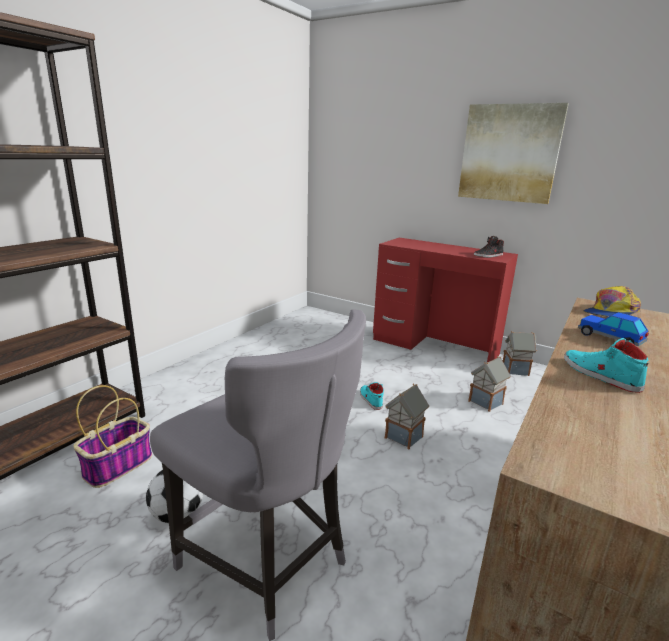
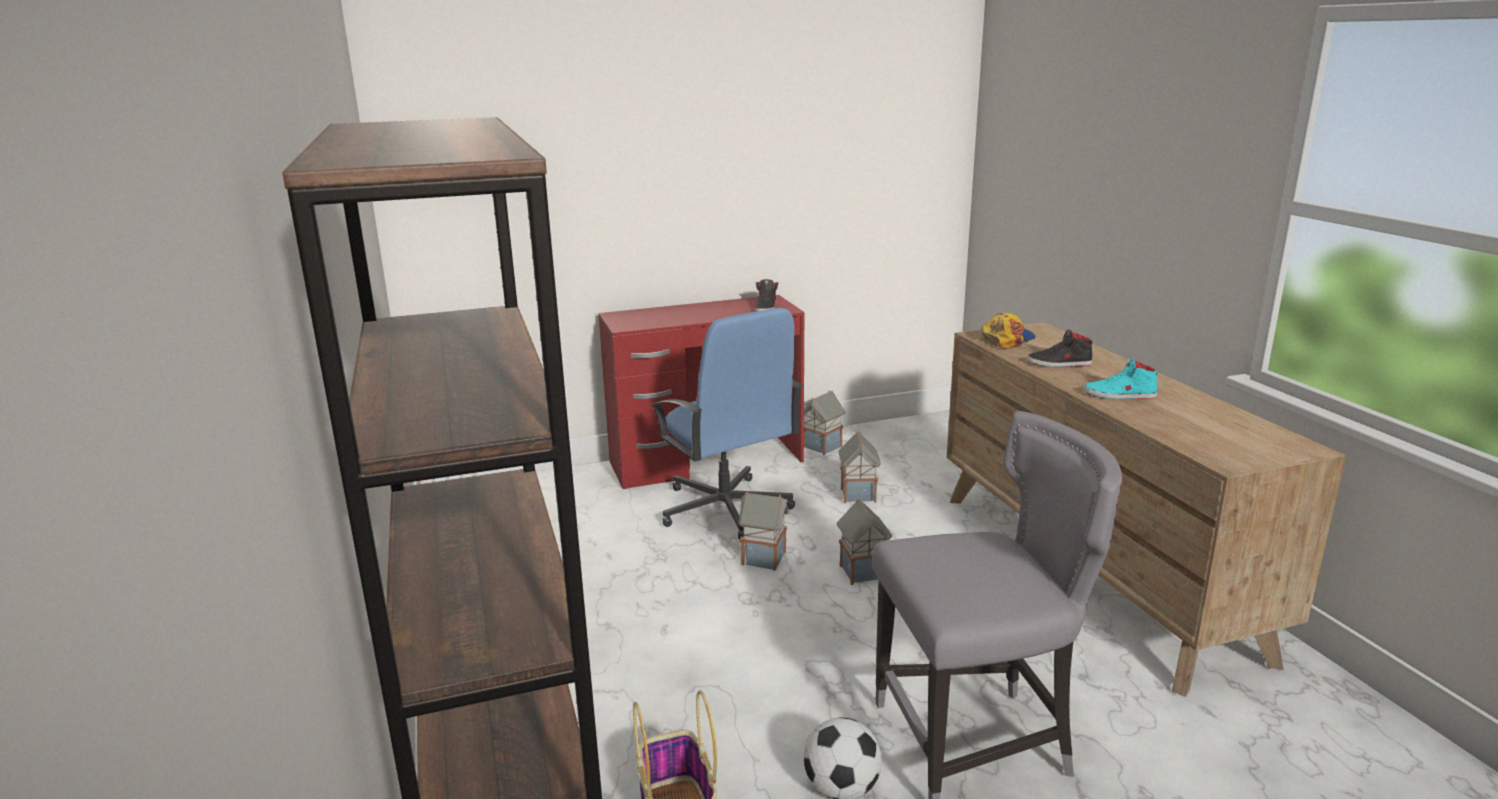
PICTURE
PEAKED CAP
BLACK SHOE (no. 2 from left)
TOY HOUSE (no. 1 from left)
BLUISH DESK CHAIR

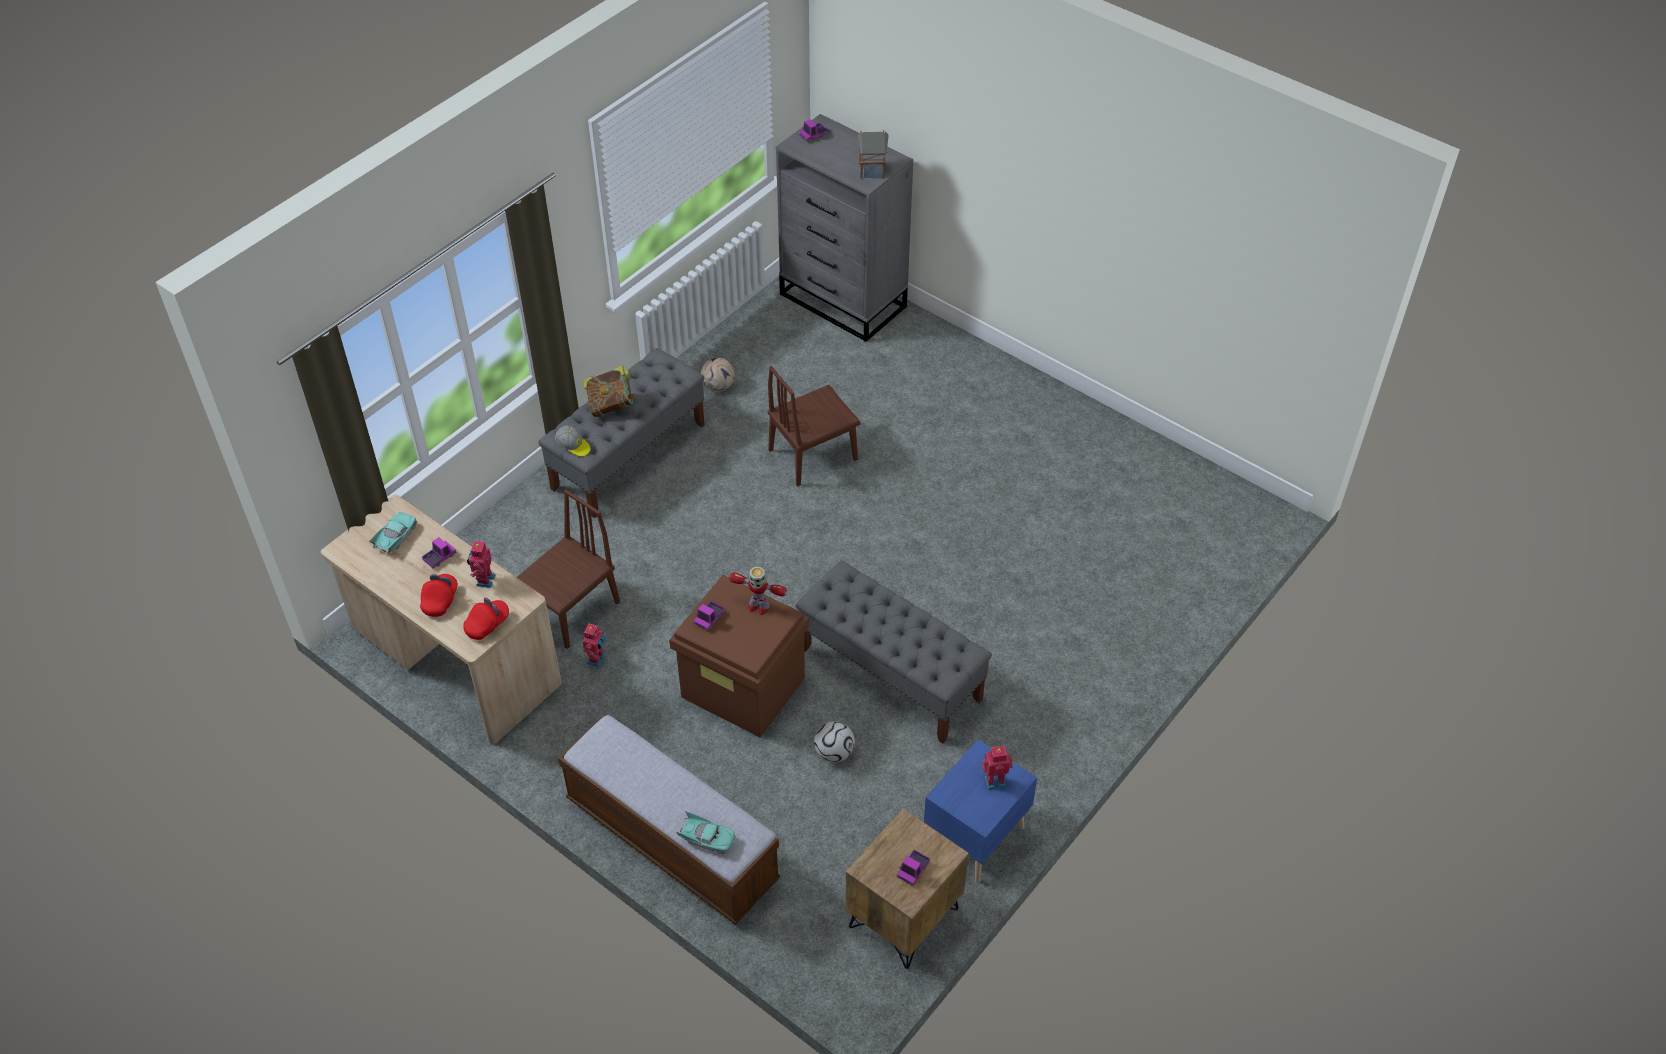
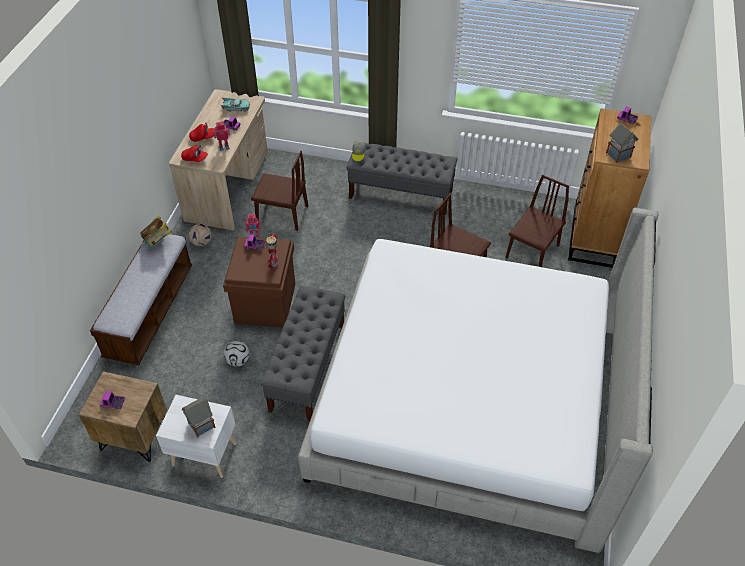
BROWNISH DRAWER CHEST
BALL FOR FOOTBALL (no. 1 from left)
BOUND BOOK
WHITE-COLOURED NIGHT TABLE
TOY HOUSE (no. 1 from left)
TURQUOISE-COLOURED MINIATURE CAR (no. 2 from left in the first image)
BROWNISH CHAIR (no. 3 from left)
BEDROOM BED

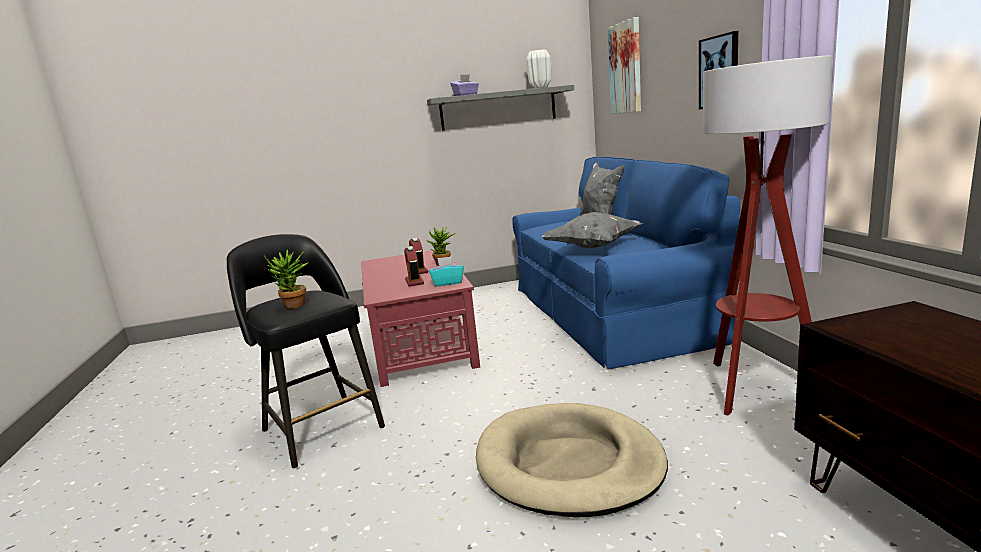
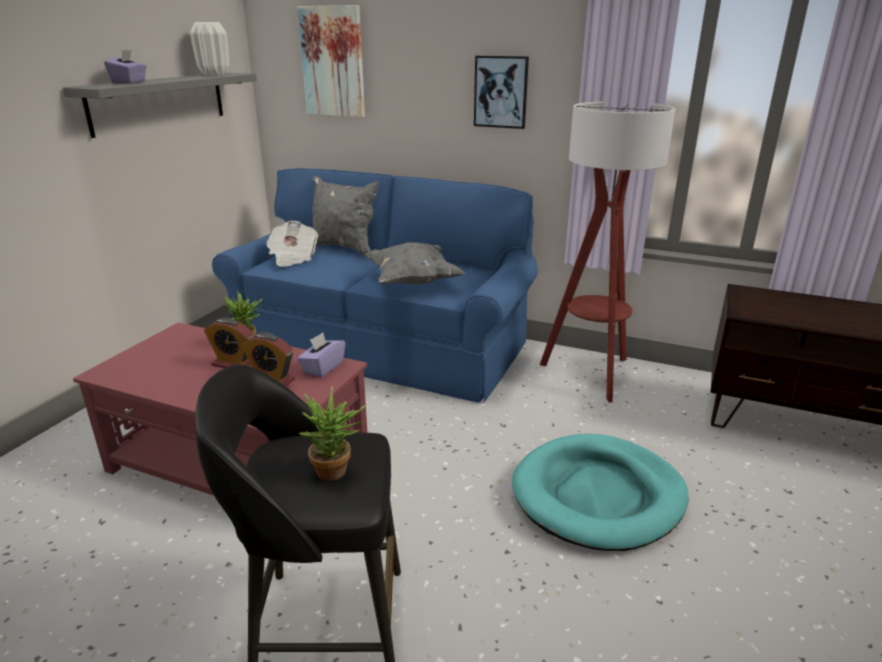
PURPLE BOX OF TISSUES (no. 2 from left)
TURQUOISE-COLOURED PET BED
DAILY PAPER

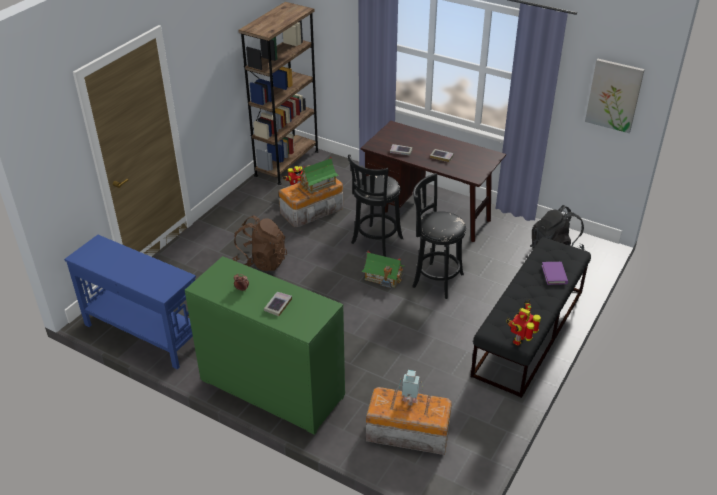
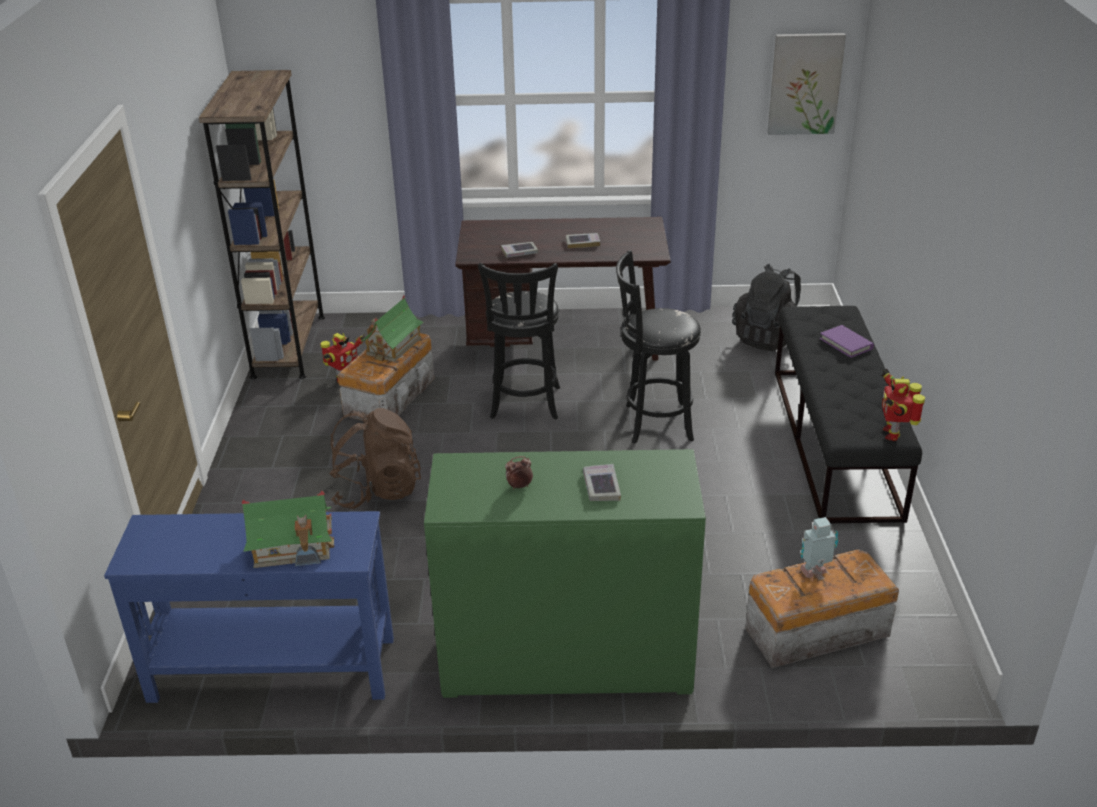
TOY HOUSE (no. 1 from left)

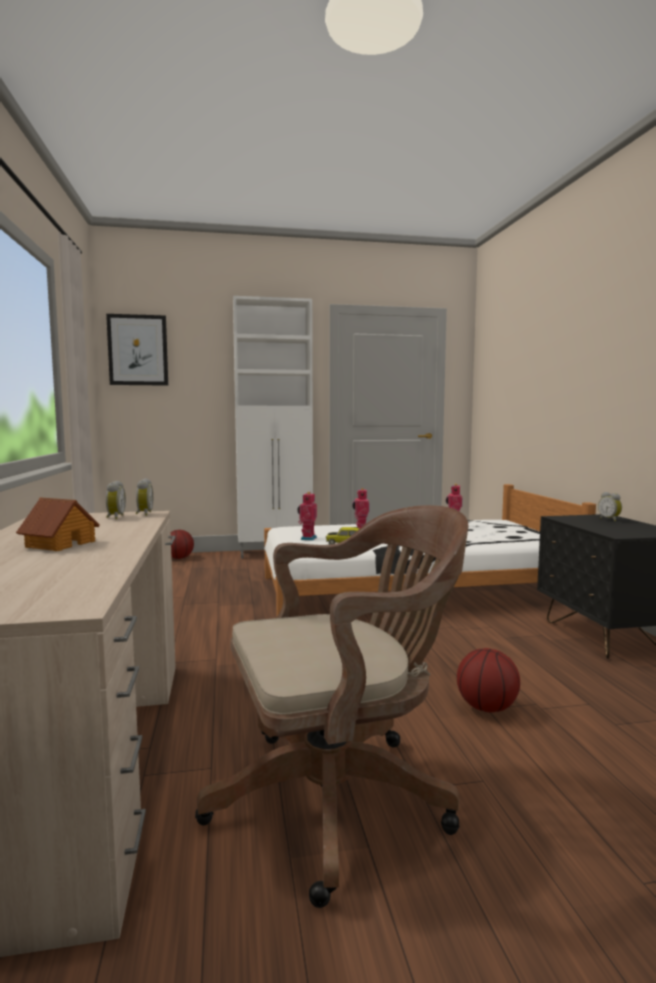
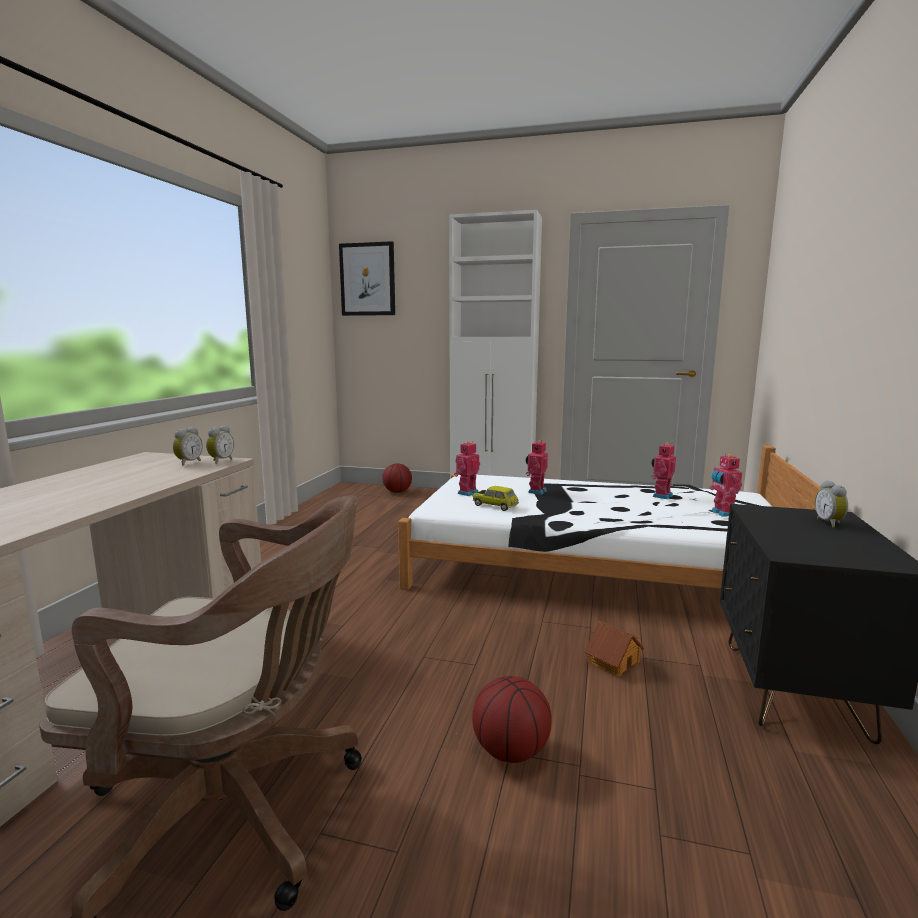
TOY HOUSE
ROBOT FIGURE (no. 4 from left)

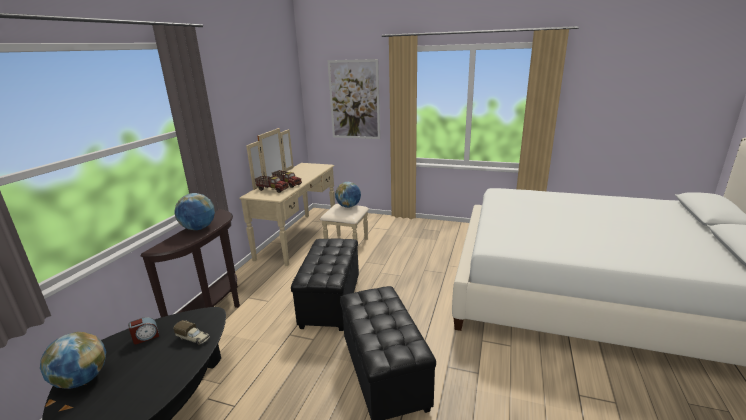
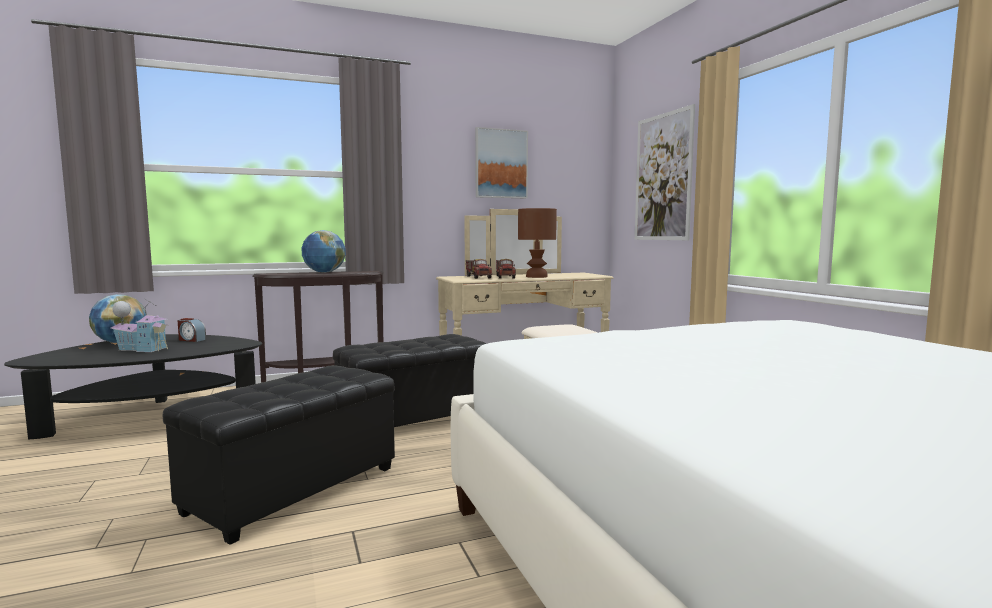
DESK GLOBE (no. 3 from left in the first image)
MODEL TRUCK (no. 1 from left in the first image)
PICTURE (no. 1 from left)
BROWNISH TABLE LAMP
TOY HOUSE

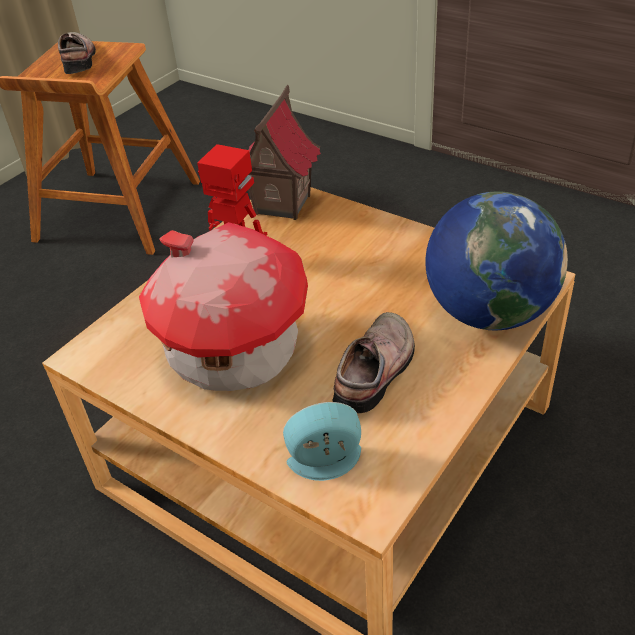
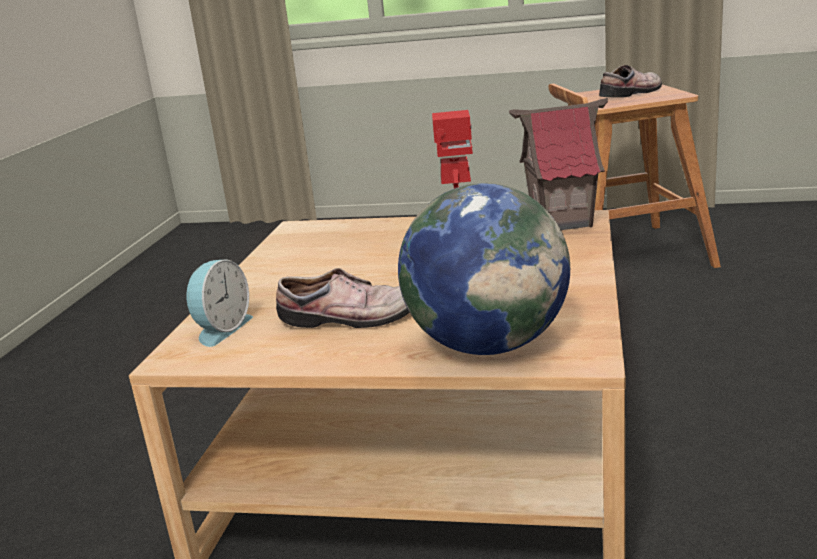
TOY HOUSE (no. 1 from left in the first image)
BEDSIDE CLOCK

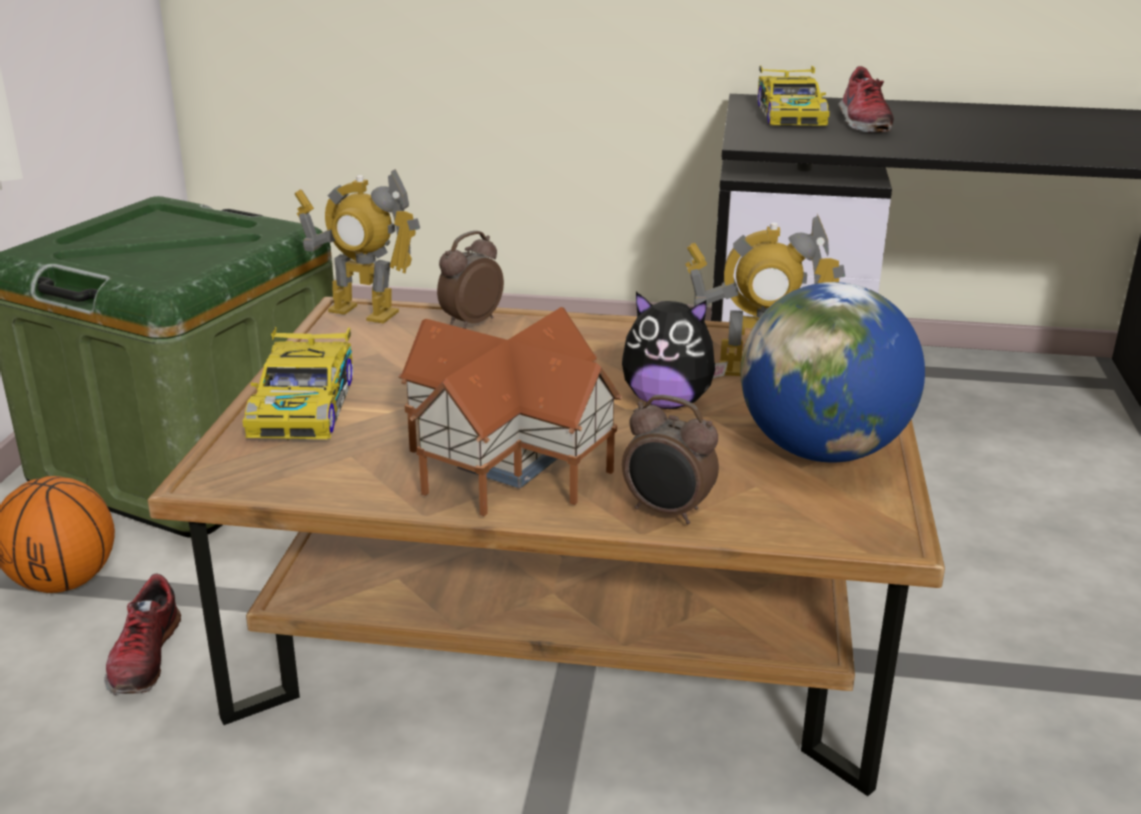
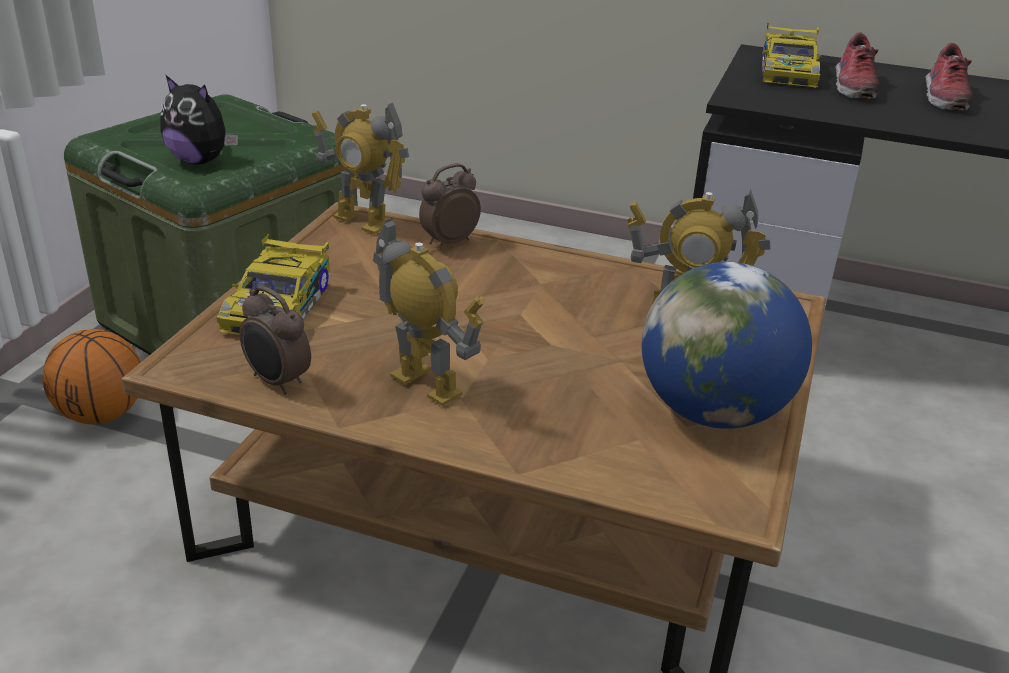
SOFT TOY
ROBOT FIGURE (no. 2 from left)
BEDSIDE CLOCK (no. 1 from left)
SHOE (no. 2 from left)

